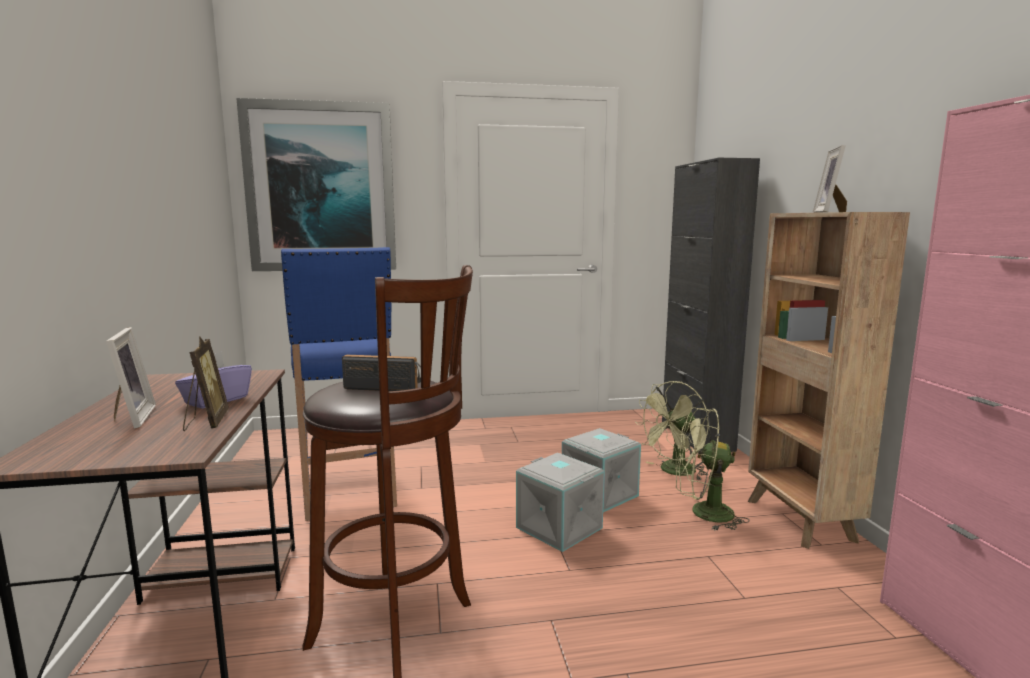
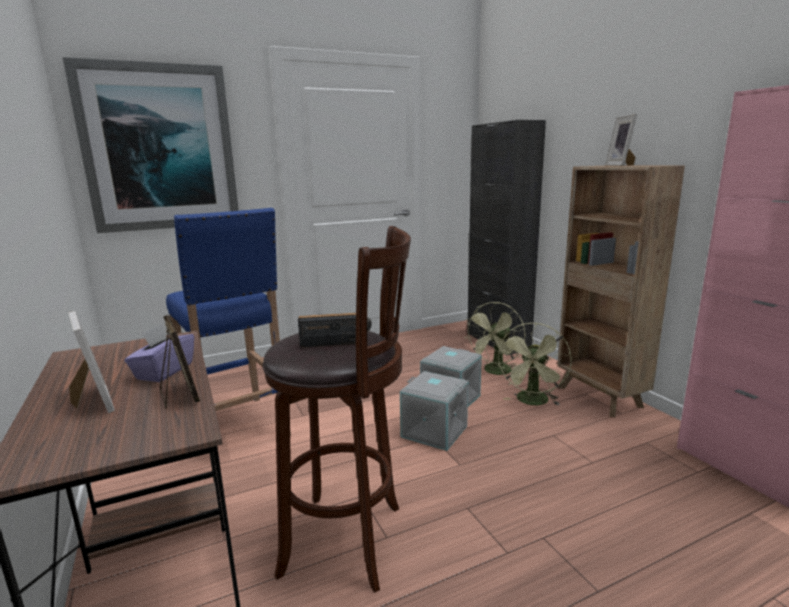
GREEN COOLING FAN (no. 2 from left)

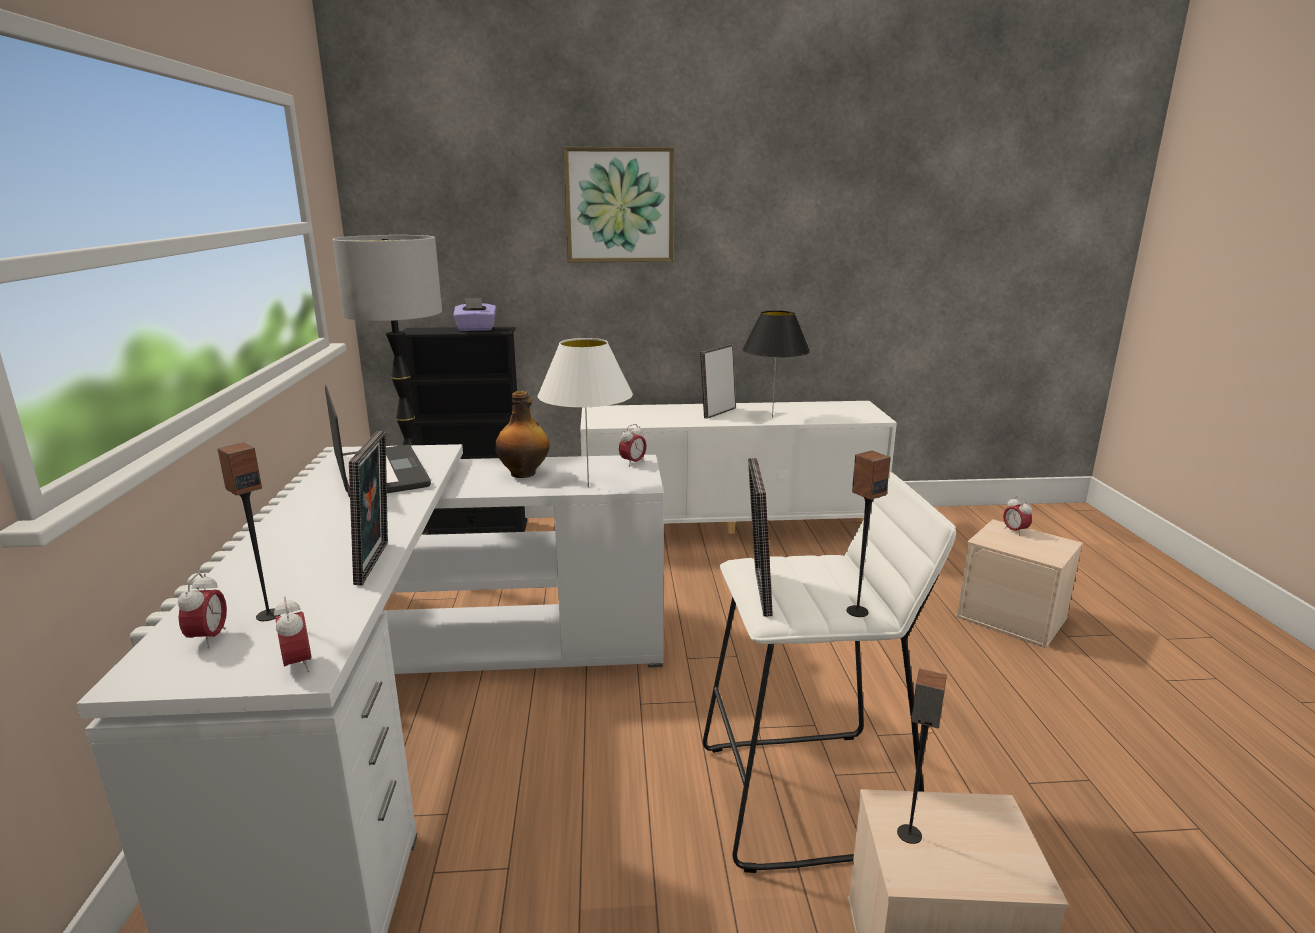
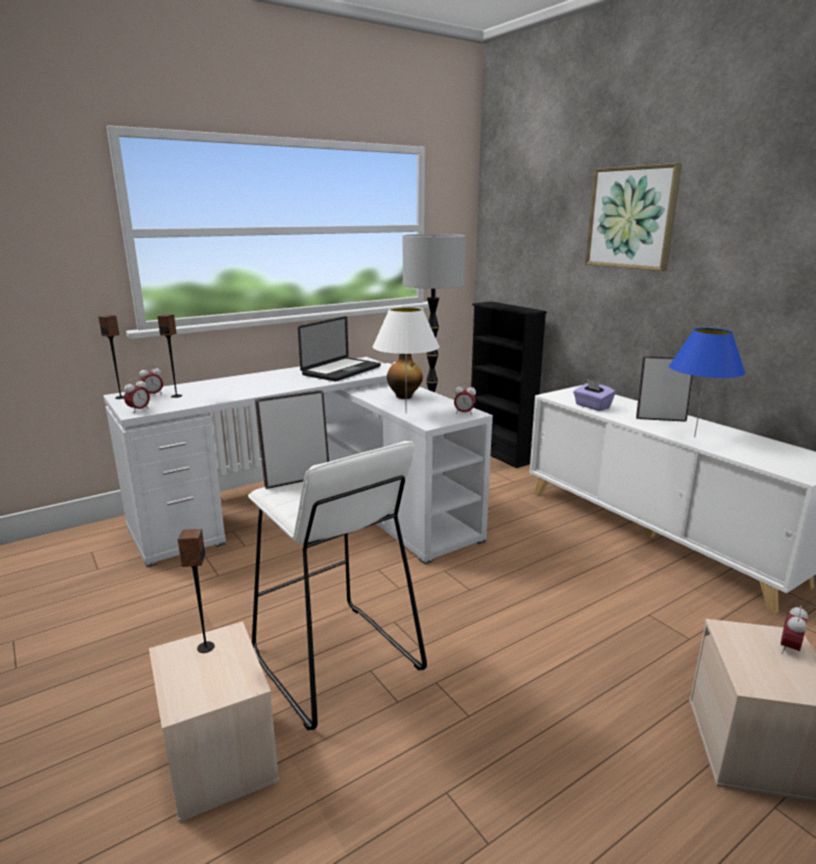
PURPLE BOX OF TISSUES
BLUISH TABLE LAMP
PHOTO FRAME (no. 1 from left in the first image)
LOUDSPEAKER (no. 1 from left)

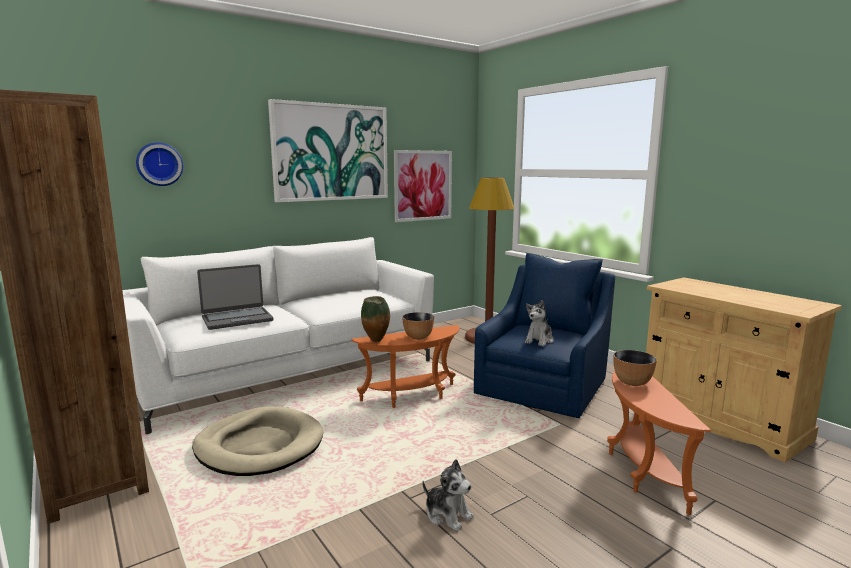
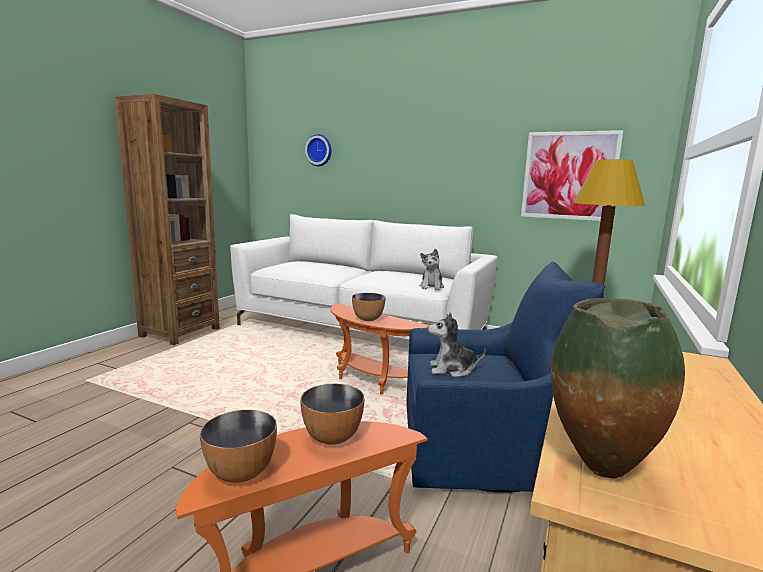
PICTURE (no. 1 from left in the first image)
PORTABLE COMPUTER
DECORATIVE VASE
BEIGE-COLOURED PET BED
SOFT TOY (no. 1 from left)
SERVING BOWL (no. 1 from left)

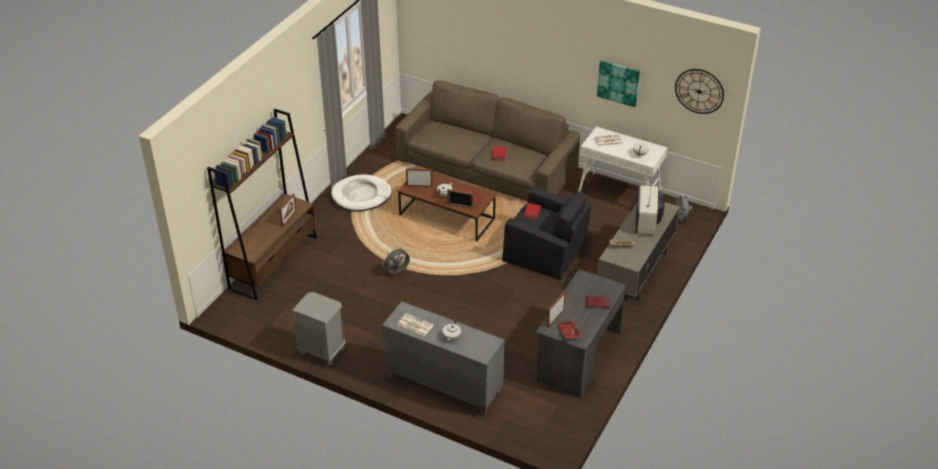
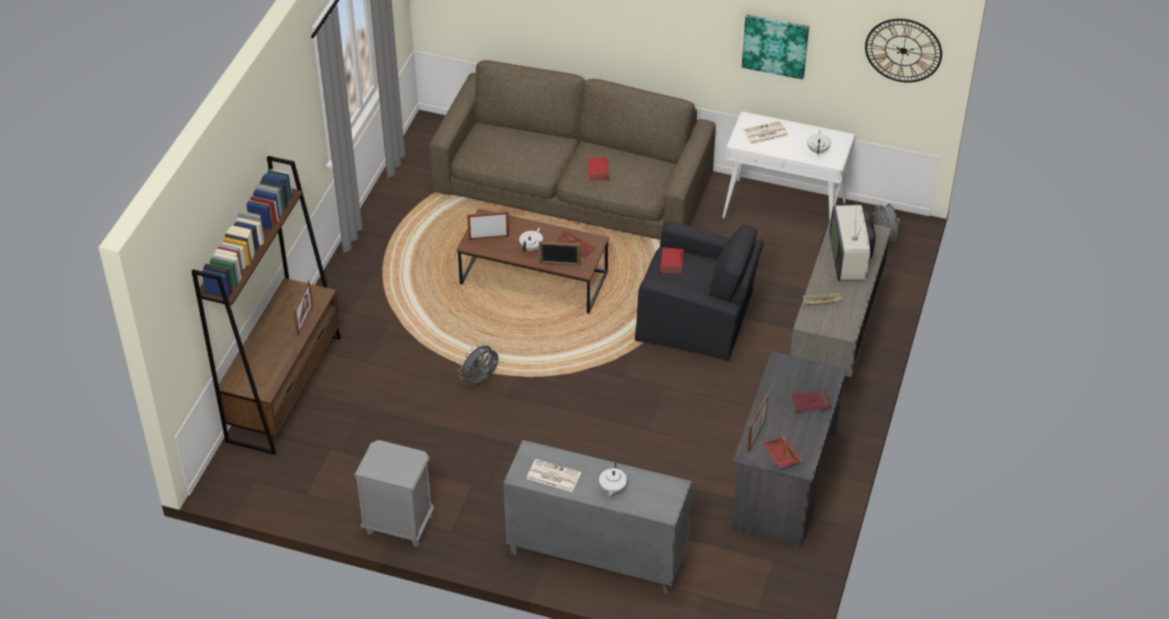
WHITE-COLOURED PET BED

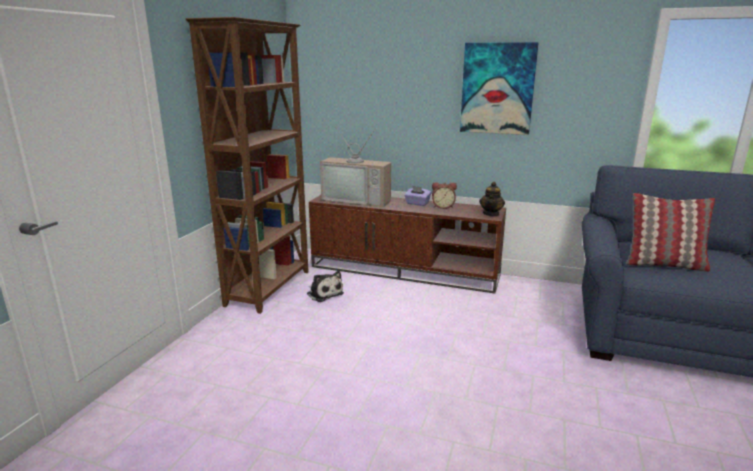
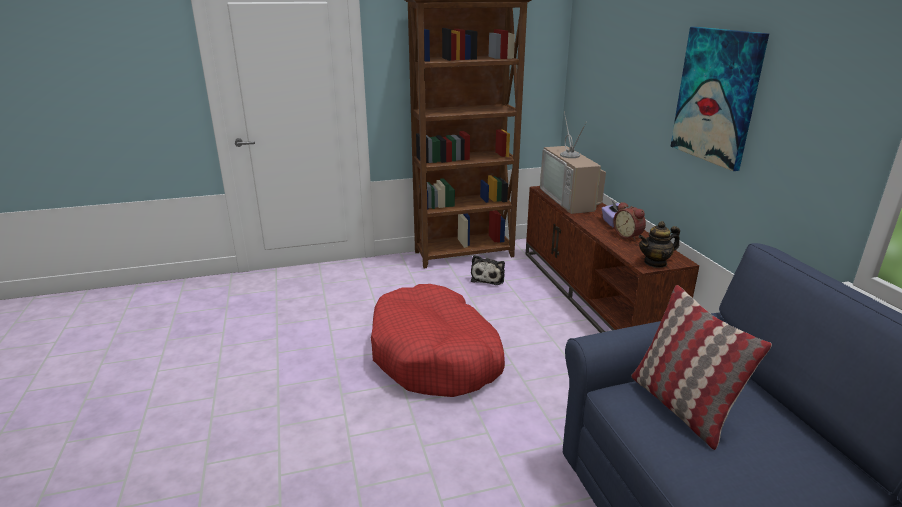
RED-COLOURED PET BED

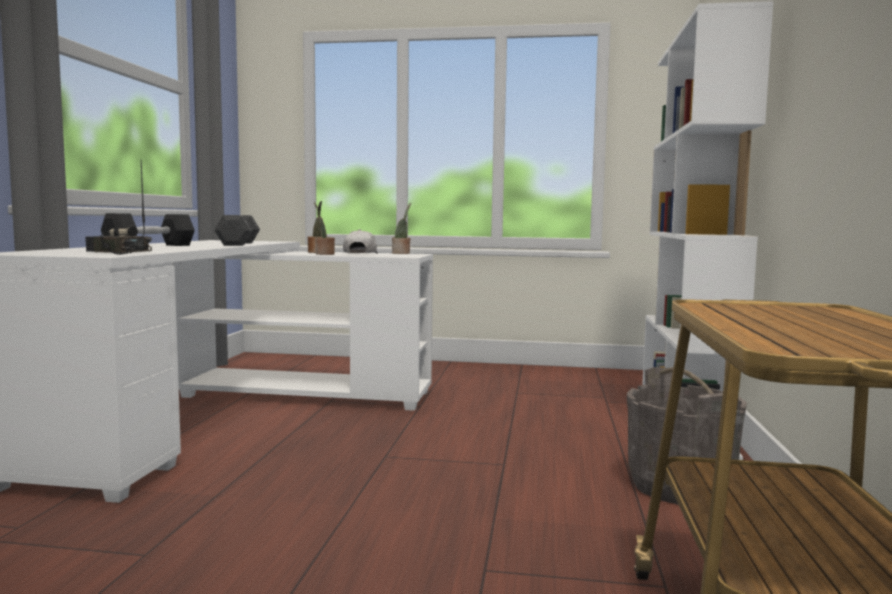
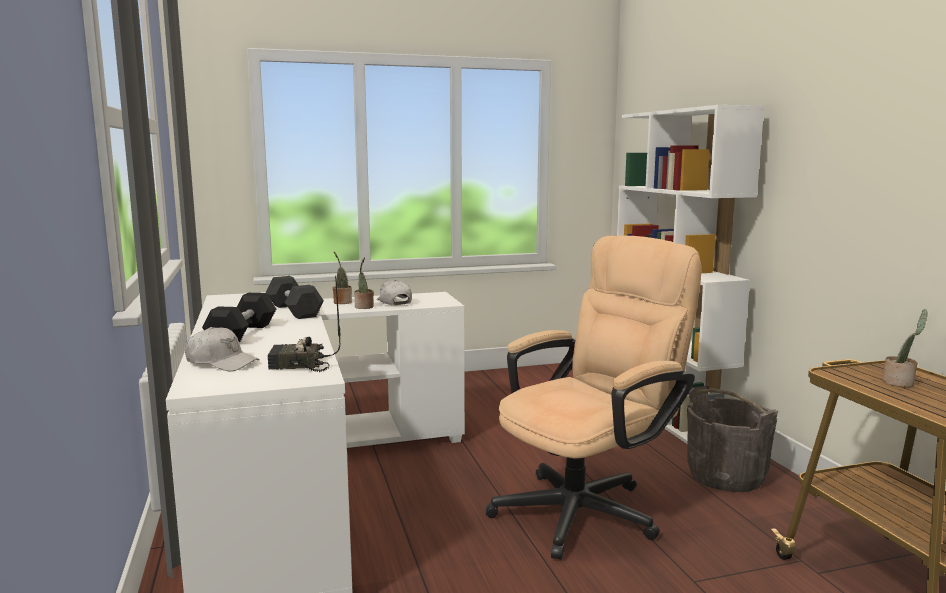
PLANT IN A POT (no. 3 from left)
BEIGE-COLOURED DESK CHAIR
WHITE-COLOURED PEAKED CAP (no. 1 from left)

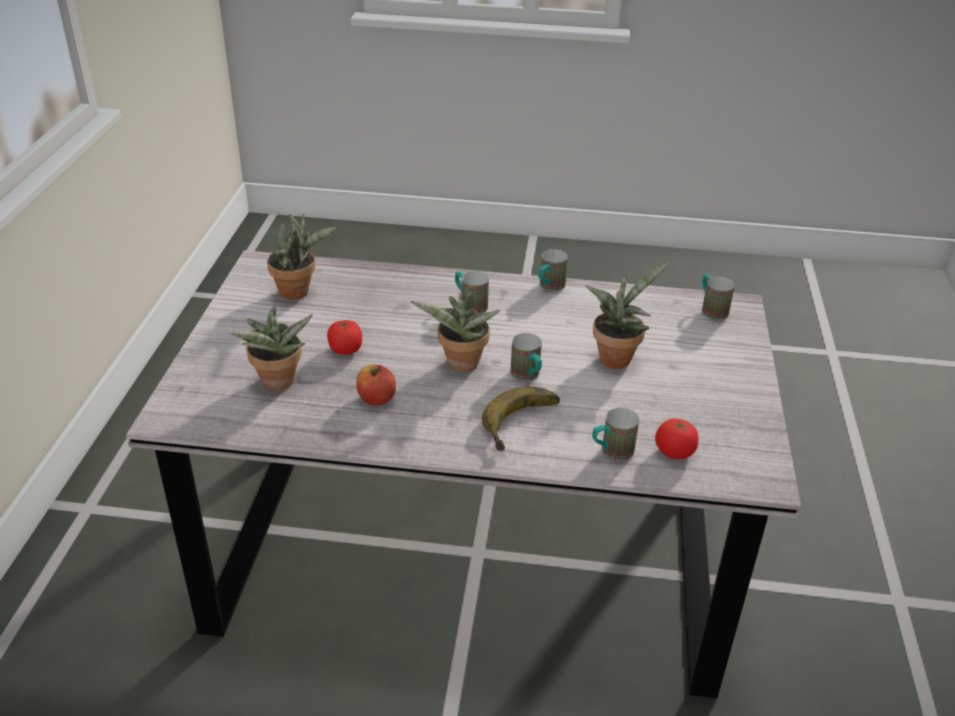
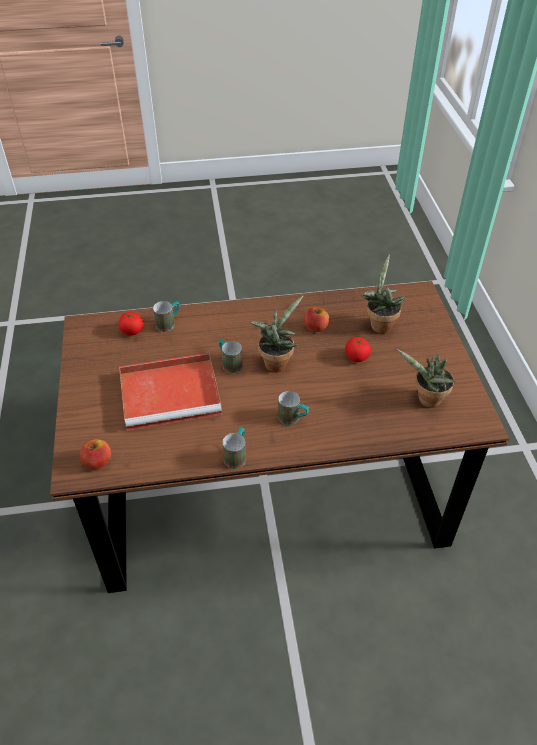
BROWNISH DINNER TABLE
RED-COLOURED SERVING TRAY
WHOLE APPLE (no. 1 from left)
BANANA

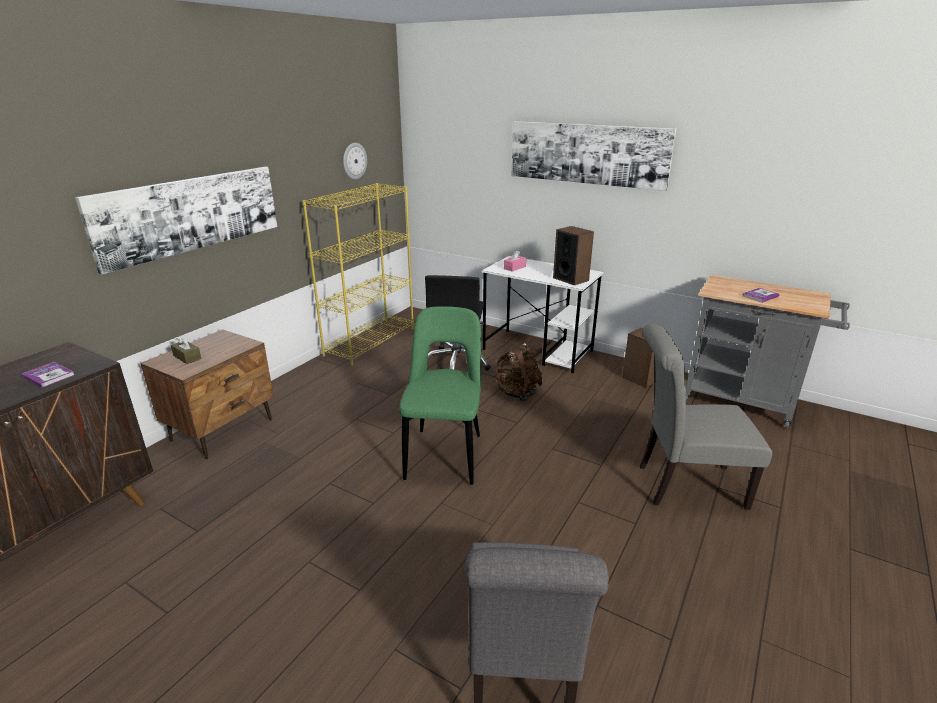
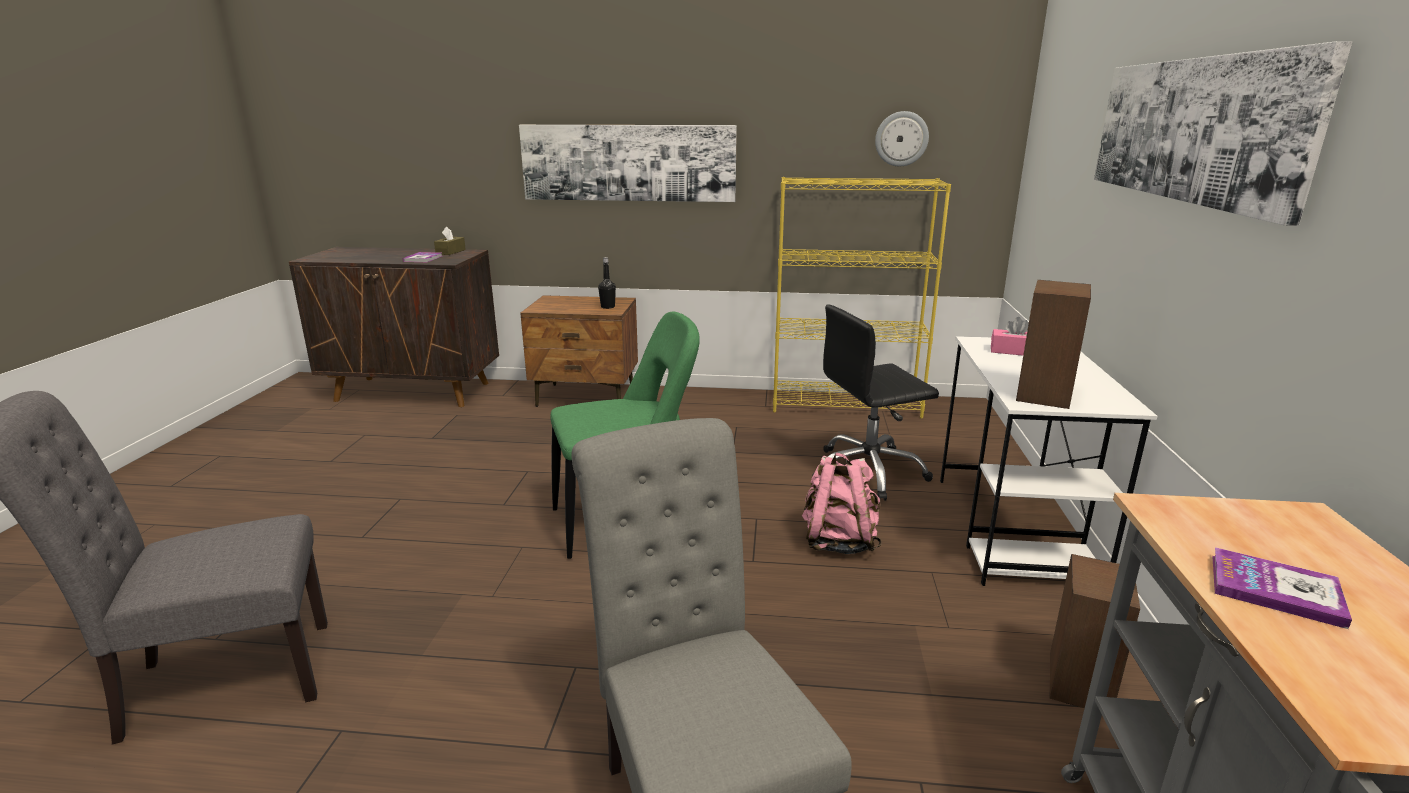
BROWNISH BOX OF TISSUES
PINKISH KNAPSACK
BLACK BEVERAGE BOTTLE

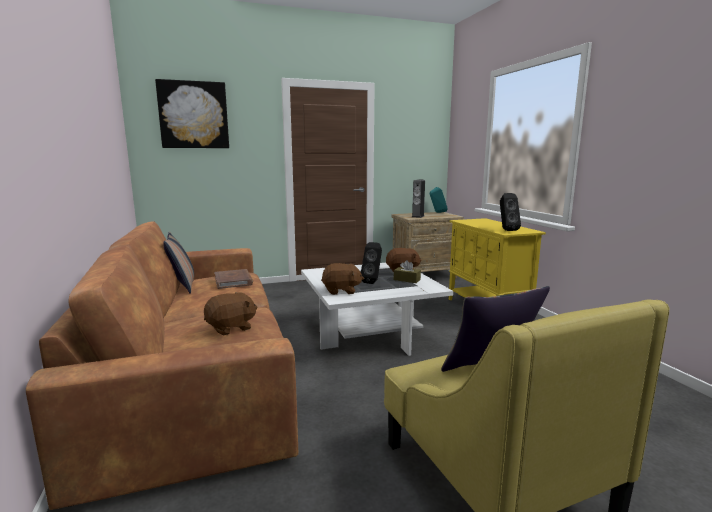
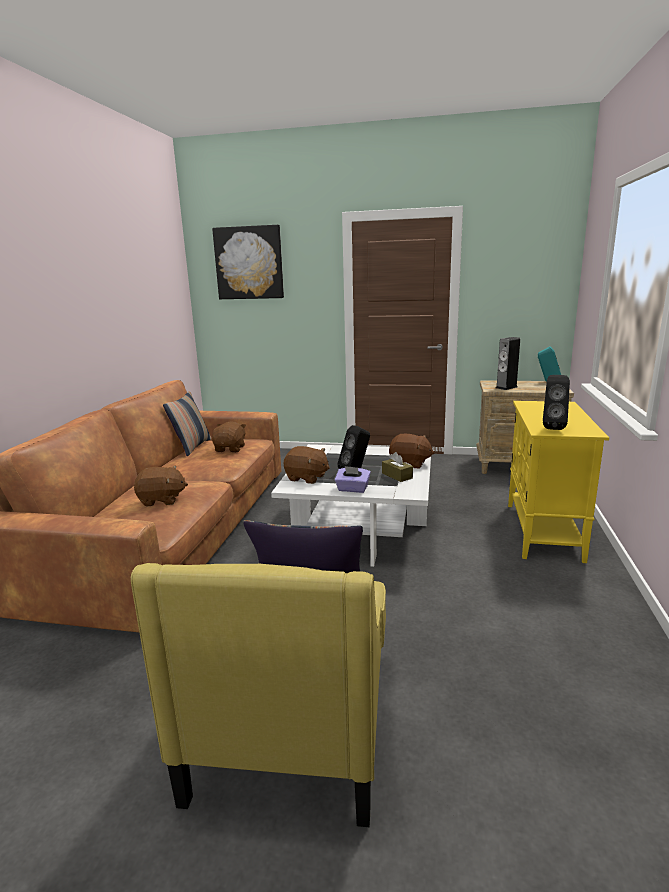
BROWNISH SOFT TOY (no. 2 from left)
PURPLE BOX OF TISSUES

